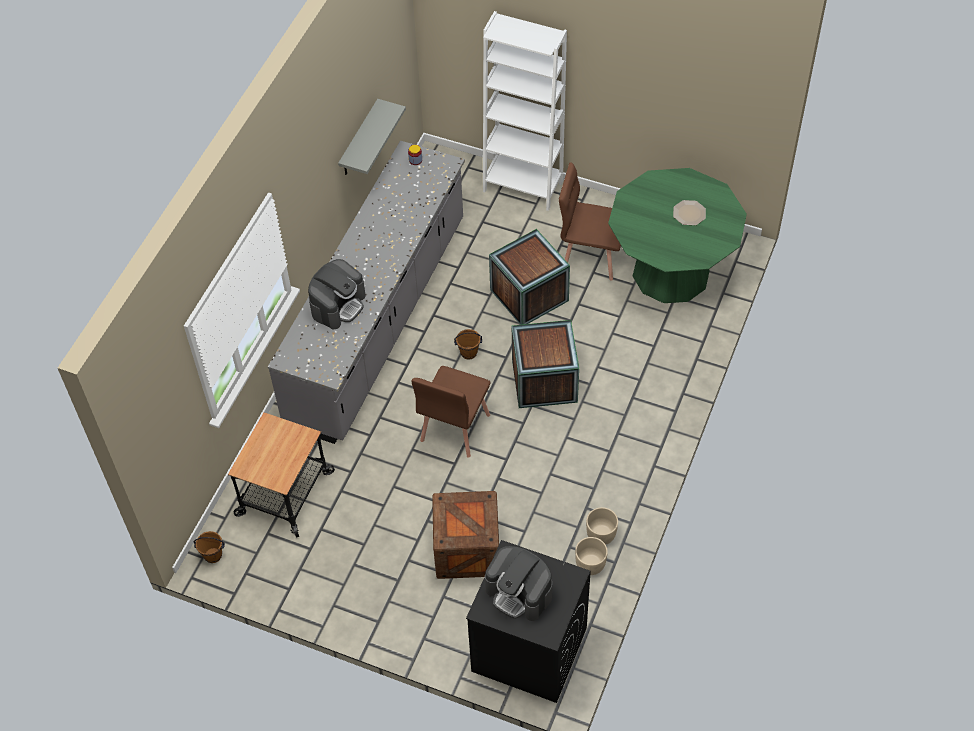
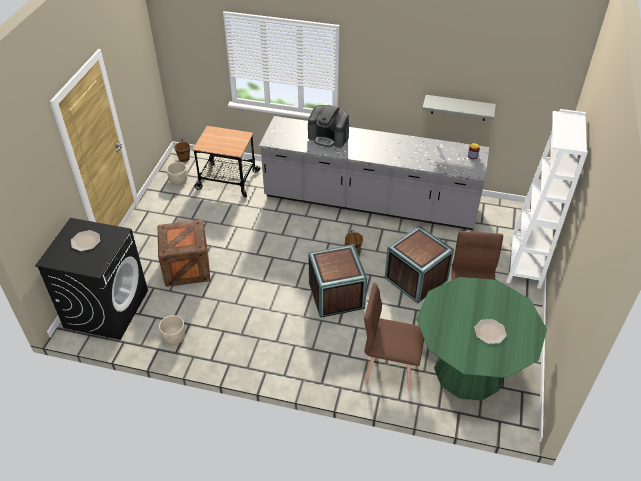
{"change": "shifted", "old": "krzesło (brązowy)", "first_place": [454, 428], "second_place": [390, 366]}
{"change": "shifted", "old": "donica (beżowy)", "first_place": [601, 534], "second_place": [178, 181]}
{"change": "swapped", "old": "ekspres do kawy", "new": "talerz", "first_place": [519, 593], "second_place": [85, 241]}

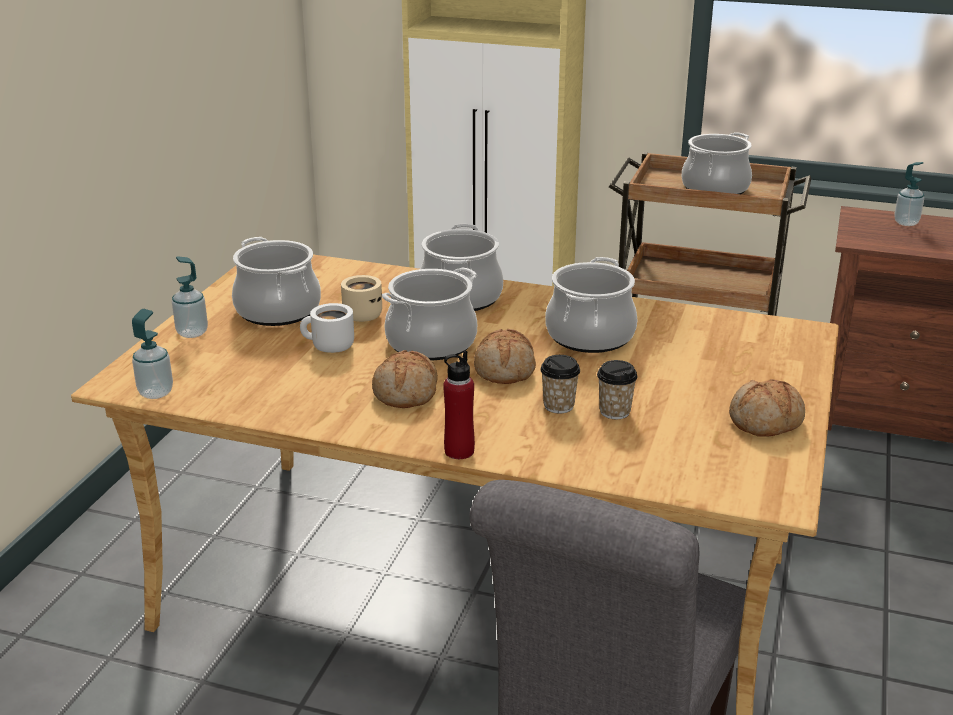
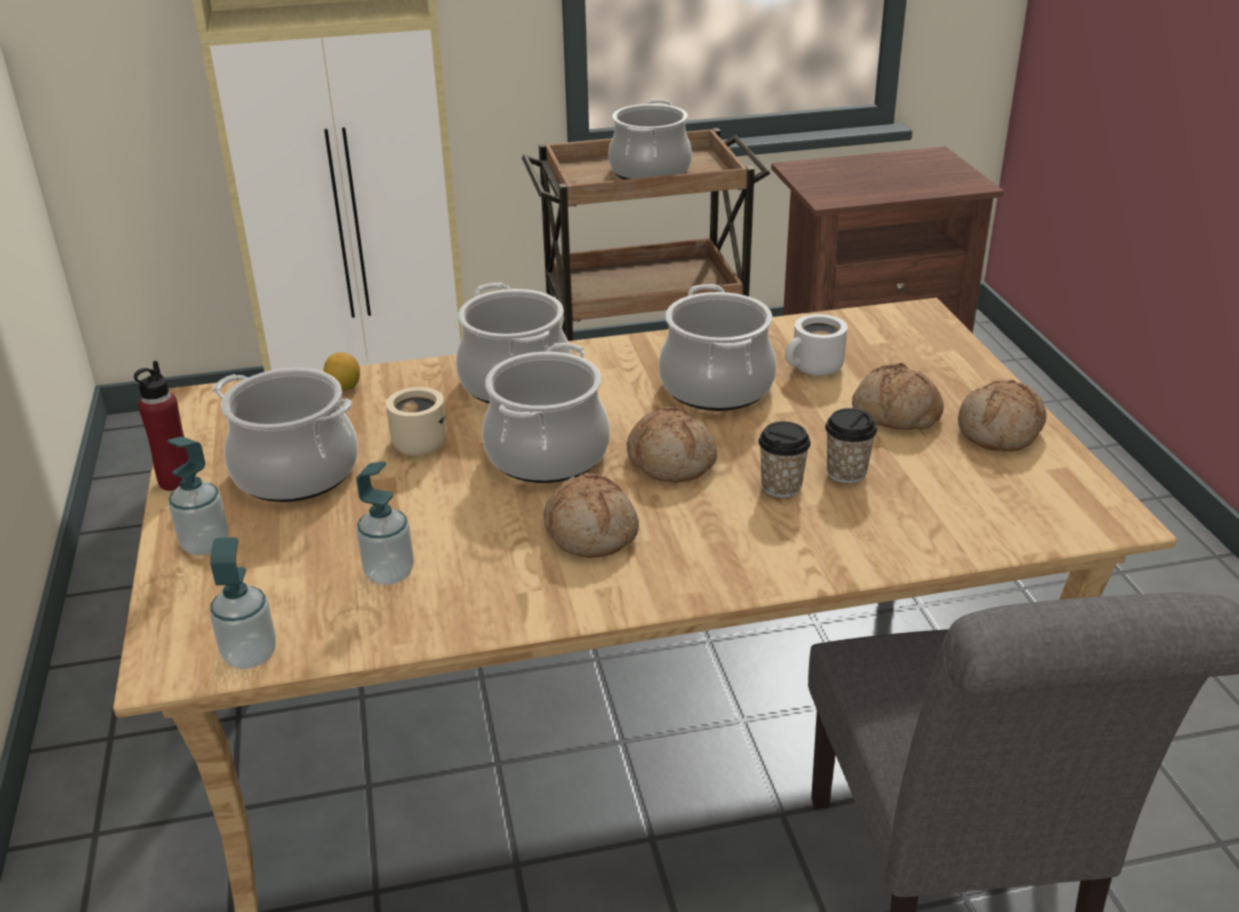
{"change": "shifted", "old": "dozownik mydła", "first_place": [906, 223], "second_place": [389, 573]}
{"change": "shifted", "old": "kubek (biały)", "first_place": [329, 347], "second_place": [815, 369]}
{"change": "shifted", "old": "butelka (czerwony)", "first_place": [459, 451], "second_place": [176, 481]}
{"change": "new", "new": "cytryna", "second_place": [344, 388]}
{"change": "new", "new": "chleb", "second_place": [895, 414]}

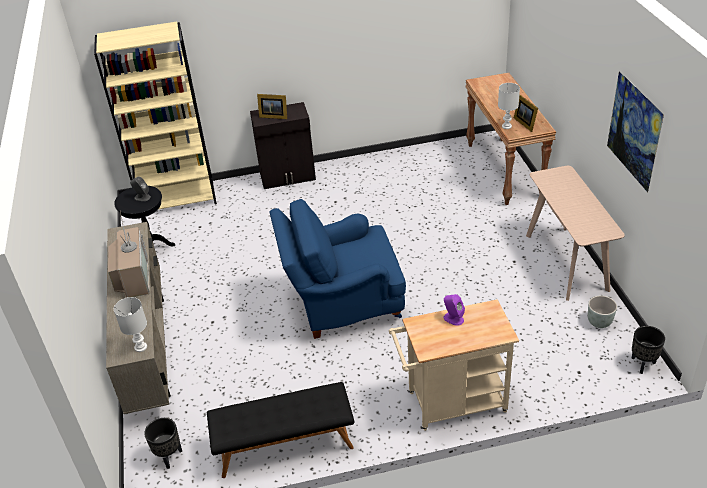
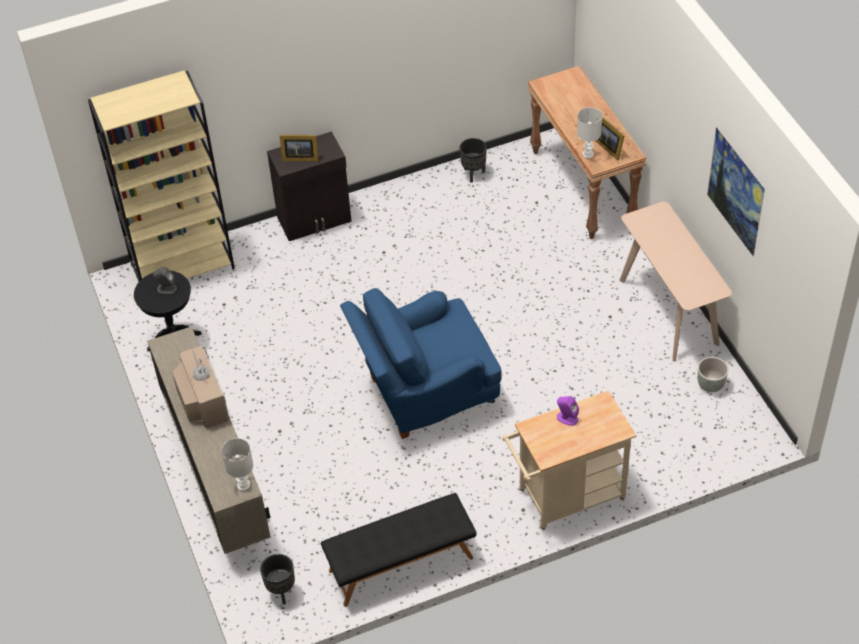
{"change": "shifted", "old": "donica (czarny)", "first_place": [643, 364], "second_place": [474, 174]}

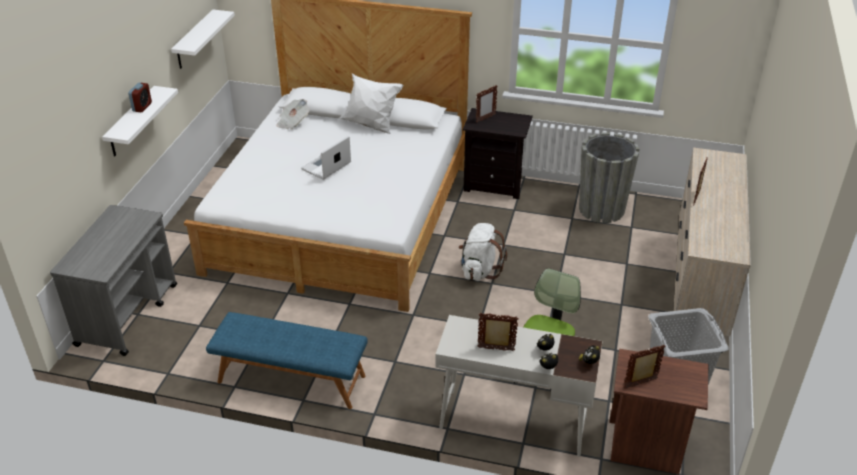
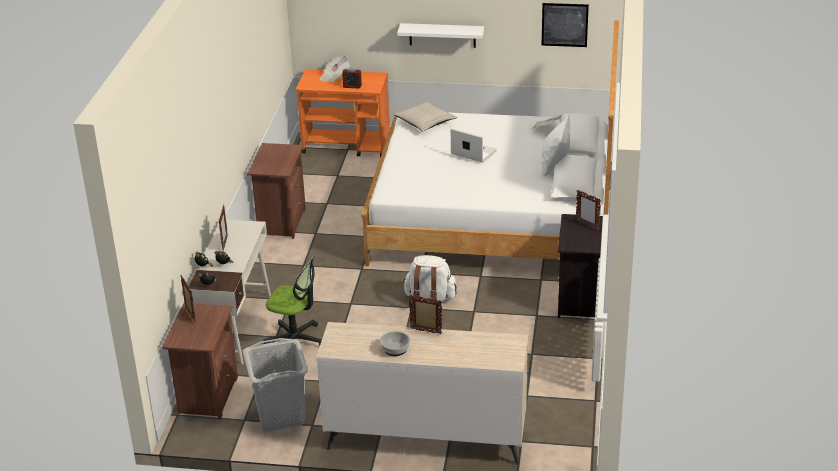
{"change": "swapped", "old": "półka (biały)", "new": "obraz", "first_place": [194, 40], "second_place": [564, 24]}
{"change": "shifted", "old": "budzik", "first_place": [142, 107], "second_place": [352, 86]}
{"change": "gone", "old": "donica (szary)", "first_place": [601, 209]}
{"change": "repainted", "old": "wózek (szary)", "new": "wózek (pomarańczowy)", "first_place": [128, 314], "second_place": [347, 145]}
{"change": "swapped", "old": "ławka (niebieski)", "new": "szafka nocna (brązowy)", "first_place": [291, 379], "second_place": [281, 222]}
{"change": "new", "new": "gazeta", "second_place": [335, 77]}
{"change": "new", "new": "poduszka (beżowy)", "second_place": [425, 122]}
{"change": "new", "new": "miska", "second_place": [395, 348]}

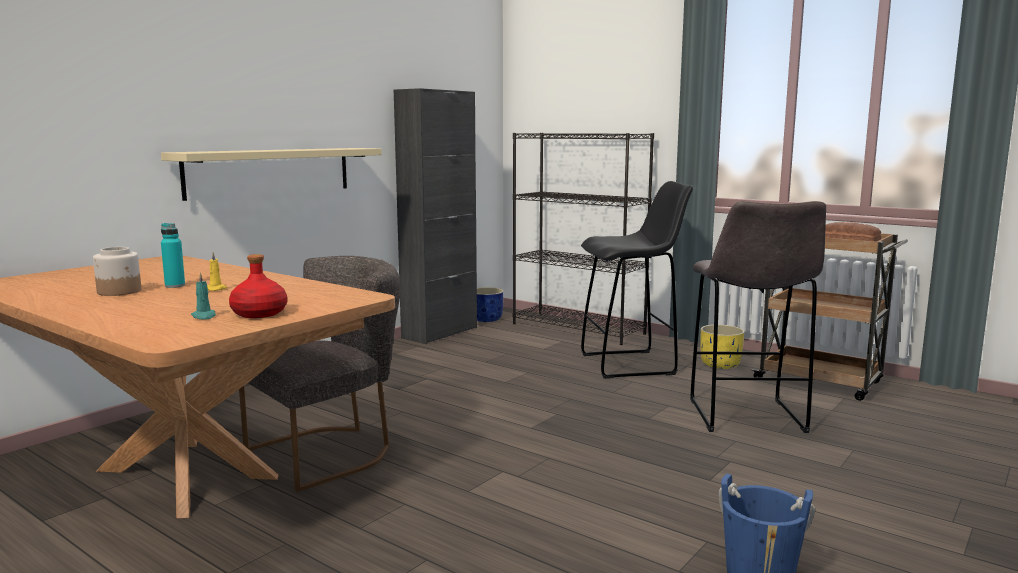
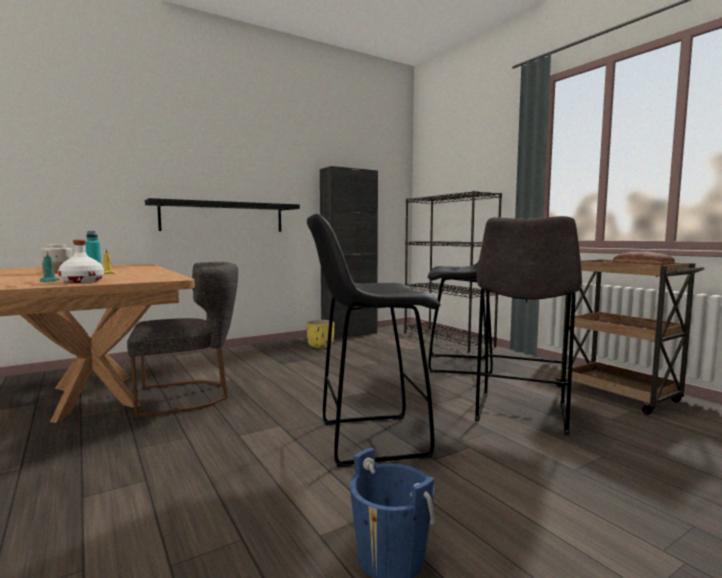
{"change": "repainted", "old": "półka (beżowy)", "new": "półka (czarny)", "first_place": [270, 172], "second_place": [223, 217]}
{"change": "repainted", "old": "butelka (czerwony)", "new": "butelka (biały)", "first_place": [260, 313], "second_place": [83, 281]}
{"change": "gone", "old": "donica (niebieski)", "first_place": [487, 319]}
{"change": "shifted", "old": "donica (żółty)", "first_place": [721, 365], "second_place": [321, 346]}
{"change": "new", "new": "stołek (czarny)", "second_place": [369, 439]}

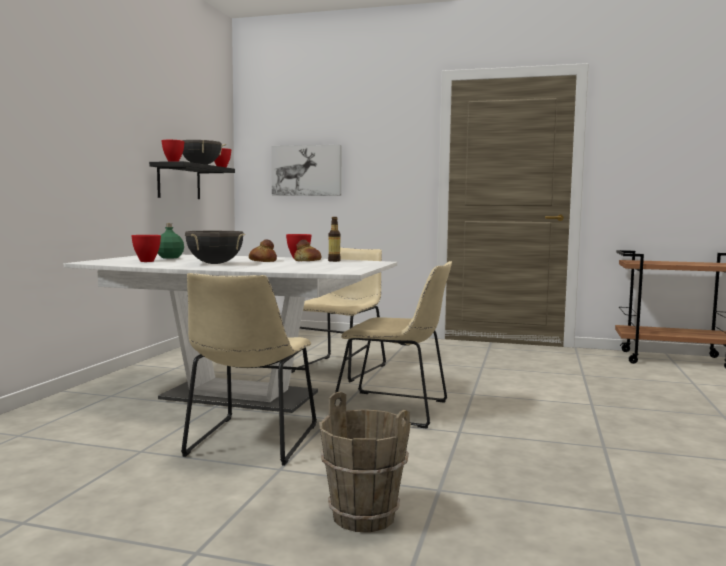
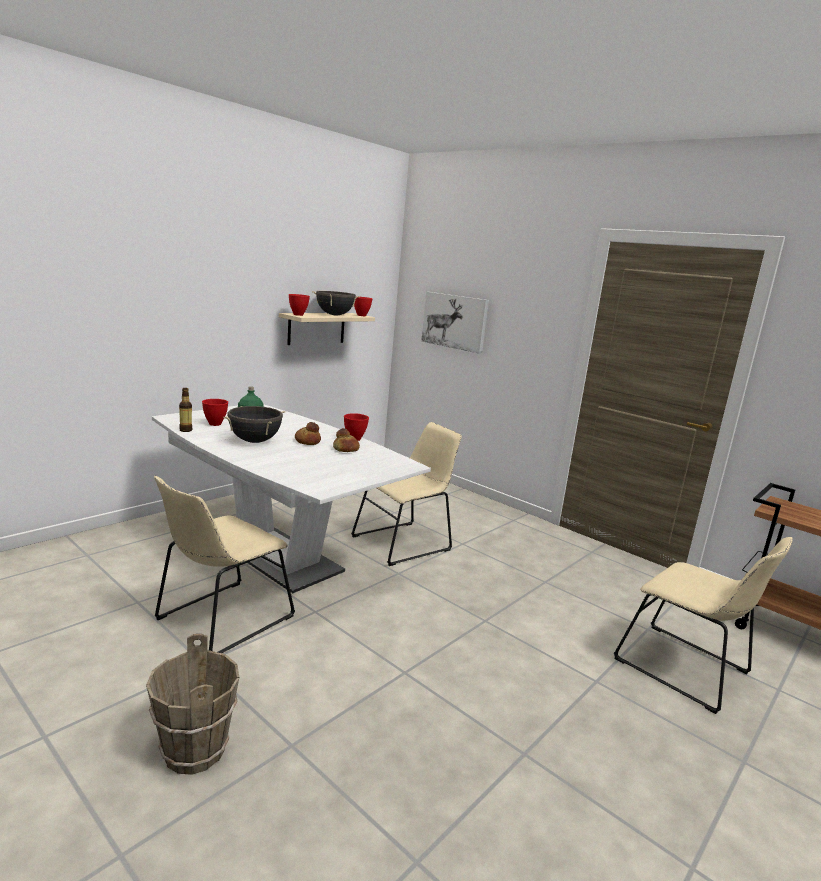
{"change": "repainted", "old": "półka (czarny)", "new": "półka (beżowy)", "first_place": [179, 182], "second_place": [316, 328]}
{"change": "shifted", "old": "butelka", "first_place": [334, 261], "second_place": [185, 430]}
{"change": "shifted", "old": "krzesło (beżowy)", "first_place": [396, 409], "second_place": [687, 669]}

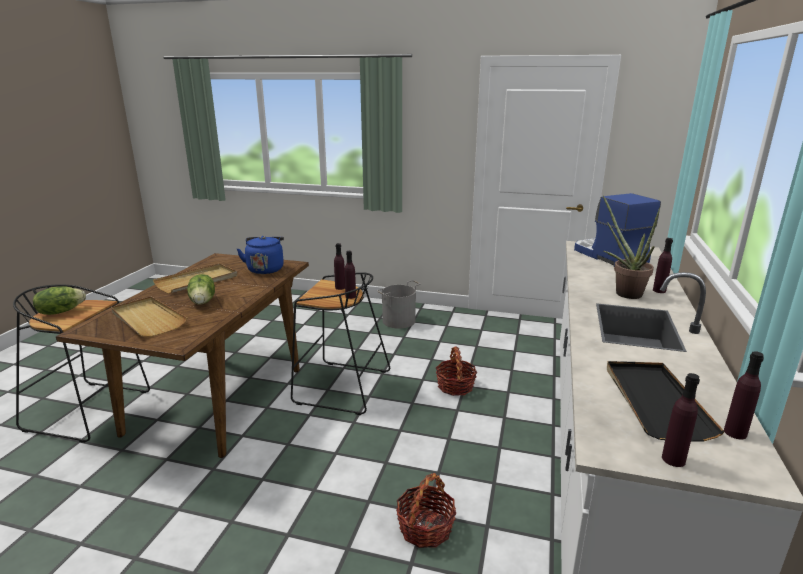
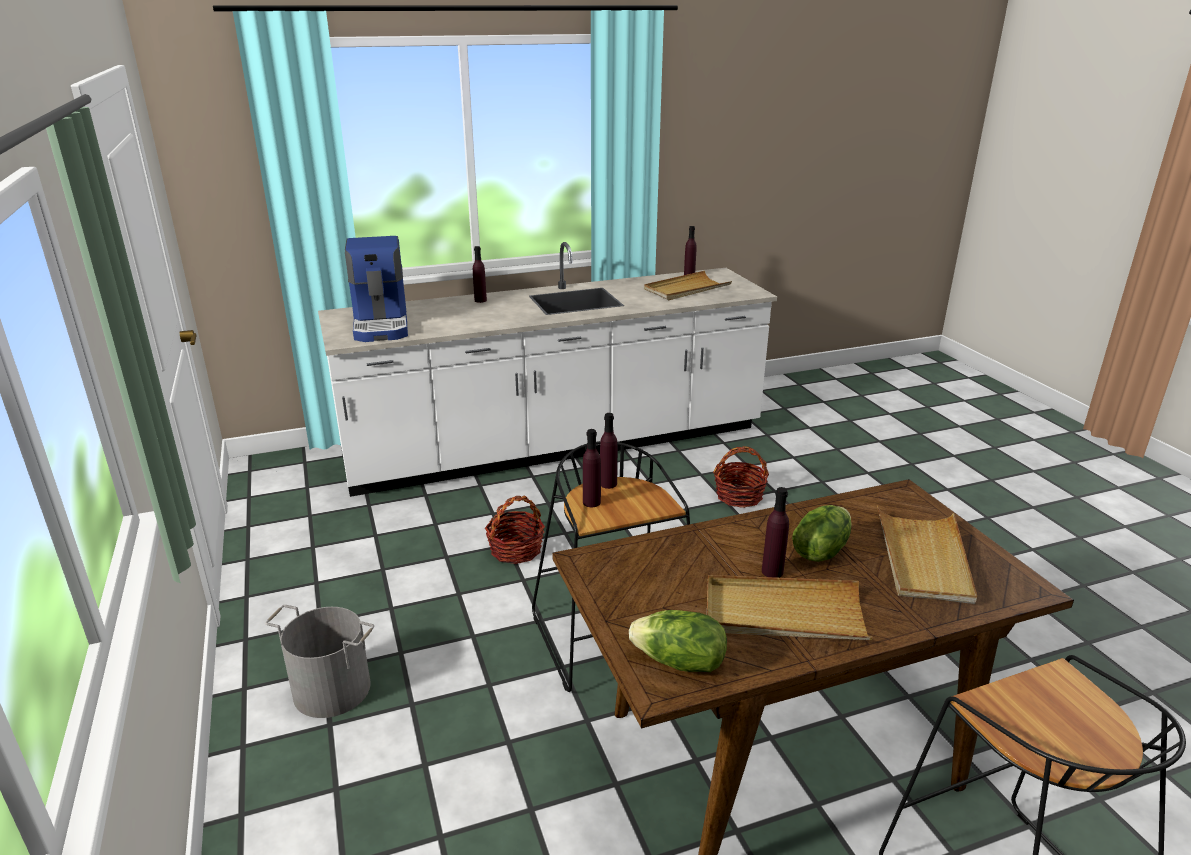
{"change": "rotated", "old": "ekspres do kawy", "first_place": [608, 256], "second_place": [382, 325], "degrees": -45}
{"change": "gone", "old": "roślina doniczkowa", "first_place": [623, 292]}
{"change": "gone", "old": "czajnik (niebieski)", "first_place": [265, 269]}
{"change": "shifted", "old": "sałata", "first_place": [60, 311], "second_place": [679, 662]}
{"change": "repainted", "old": "taca (czarny)", "new": "taca (beżowy)", "first_place": [654, 401], "second_place": [686, 289]}
{"change": "shifted", "old": "butelka (fioletowy)", "first_place": [673, 459], "second_place": [772, 571]}

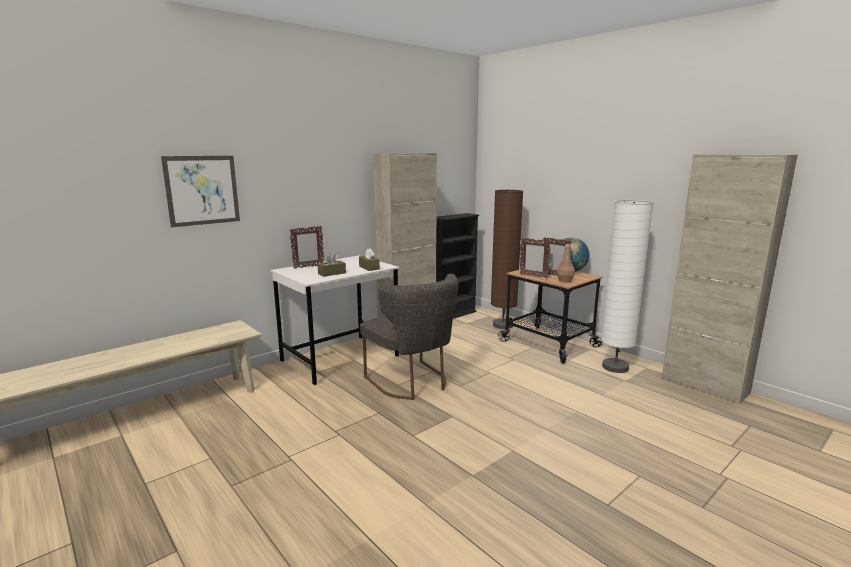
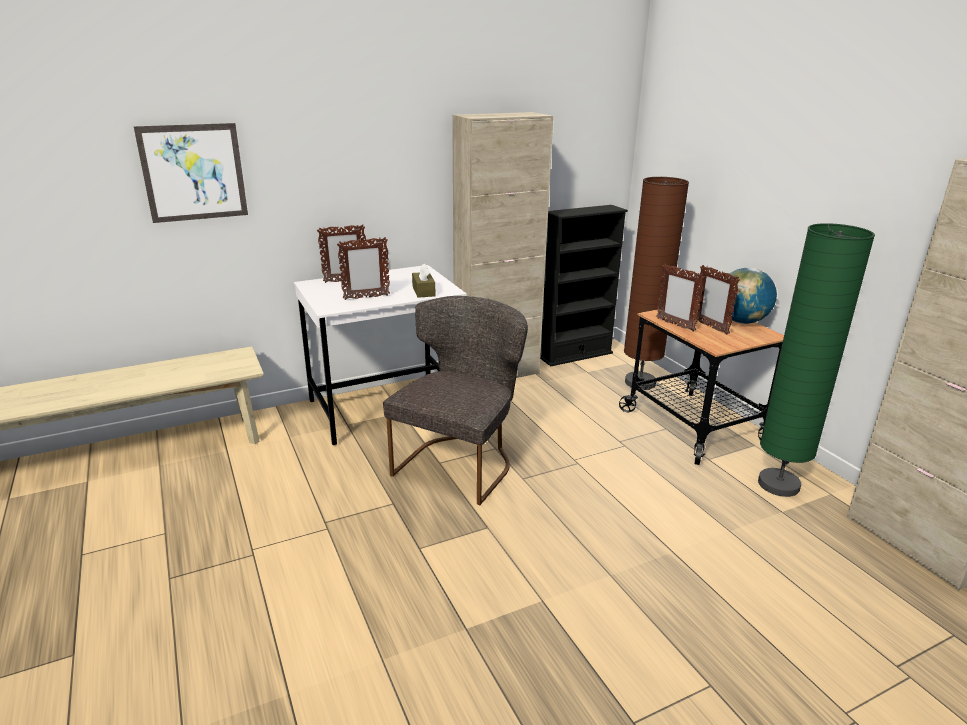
{"change": "repainted", "old": "lampa stojąca (biały)", "new": "lampa stojąca (zielony)", "first_place": [615, 367], "second_place": [778, 485]}
{"change": "gone", "old": "butelka (brązowy)", "first_place": [564, 281]}
{"change": "swapped", "old": "pudełko chusteczek (brązowy)", "new": "ramka na zdjęcie", "first_place": [332, 273], "second_place": [366, 297]}
{"change": "rotated", "old": "krzesło (szary)", "first_place": [412, 382], "second_place": [460, 462], "degrees": -135}

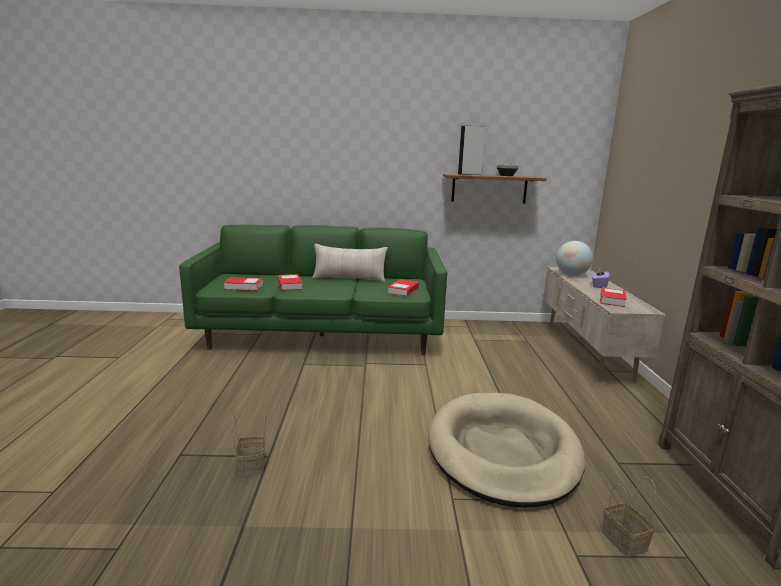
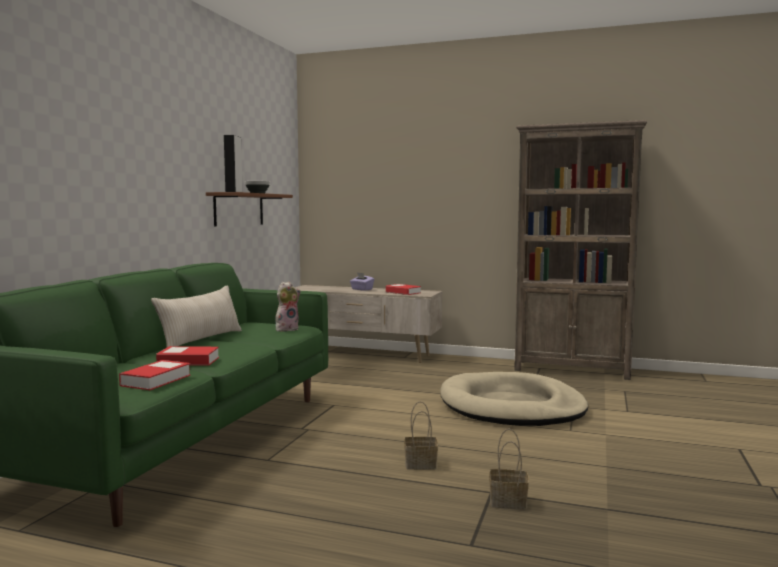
{"change": "gone", "old": "globus", "first_place": [571, 275]}
{"change": "swapped", "old": "książka", "new": "pluszak", "first_place": [403, 291], "second_place": [287, 329]}
{"change": "shifted", "old": "koszyk", "first_place": [622, 540], "second_place": [419, 464]}

